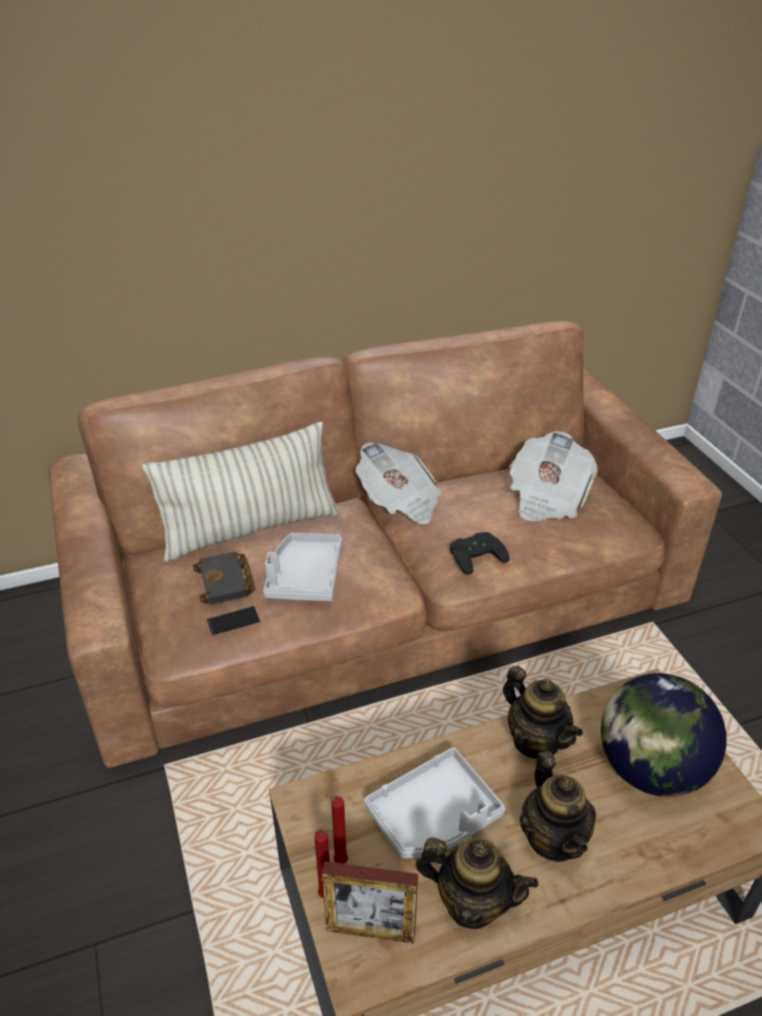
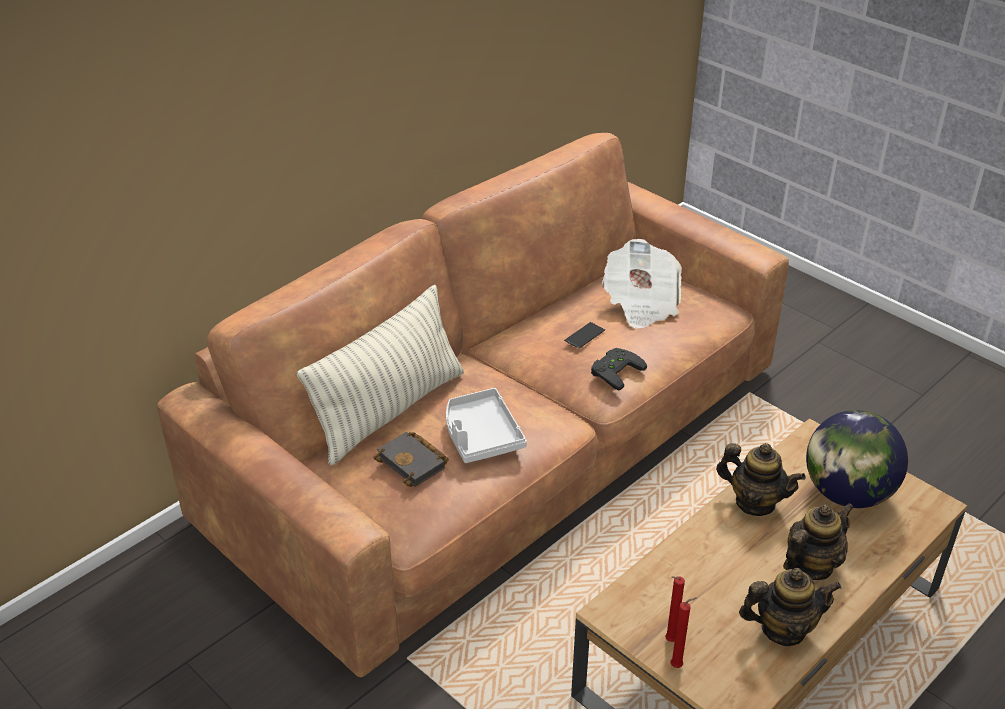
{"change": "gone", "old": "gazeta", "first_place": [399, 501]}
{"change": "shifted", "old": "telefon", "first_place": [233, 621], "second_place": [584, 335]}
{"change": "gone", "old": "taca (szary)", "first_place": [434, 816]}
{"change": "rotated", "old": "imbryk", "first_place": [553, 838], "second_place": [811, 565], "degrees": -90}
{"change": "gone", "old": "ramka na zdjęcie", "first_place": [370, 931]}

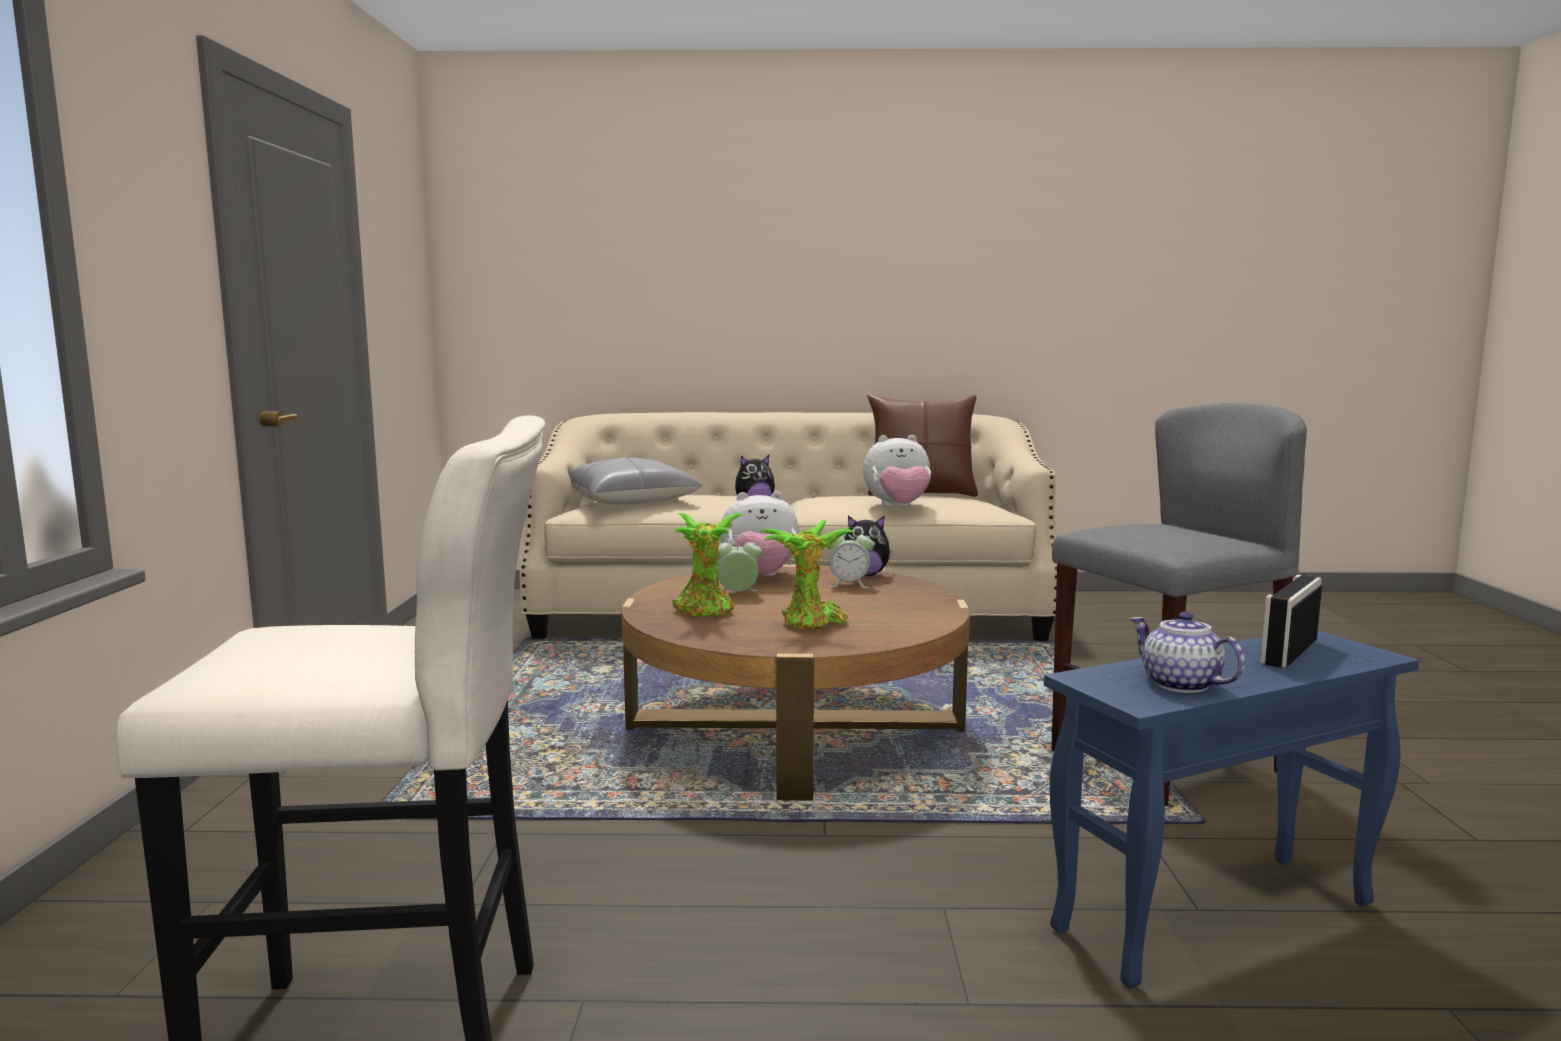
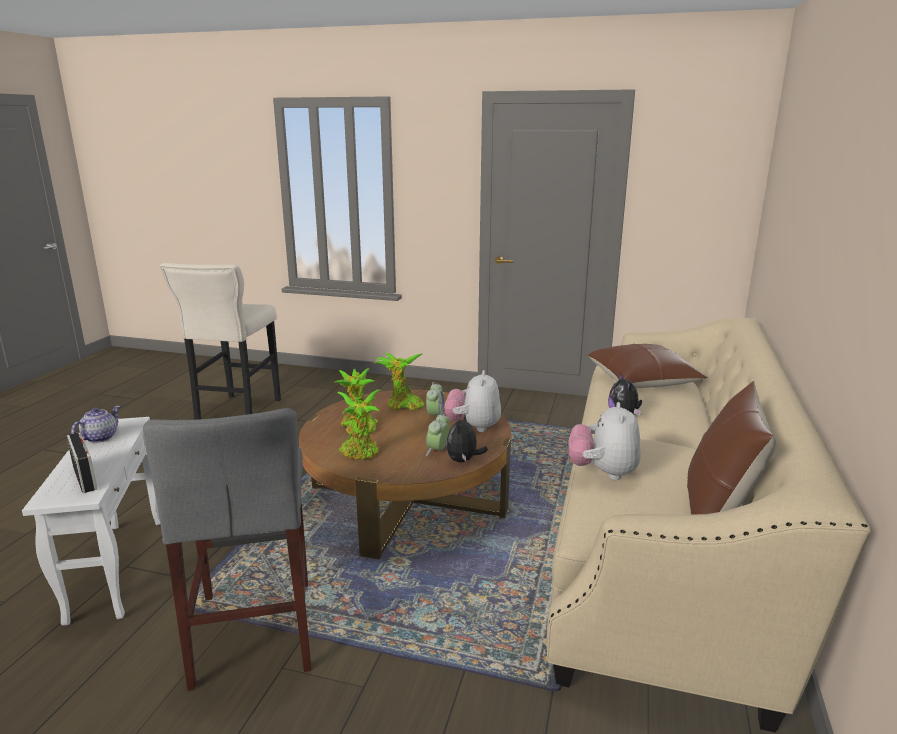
{"change": "repainted", "old": "poduszka (szary)", "new": "poduszka (brązowy)", "first_place": [630, 501], "second_place": [643, 380]}
{"change": "rotated", "old": "imbryk", "first_place": [1179, 684], "second_place": [100, 437], "degrees": -45}
{"change": "repainted", "old": "stolik (niebieski)", "new": "stolik (biały)", "first_place": [1215, 916], "second_place": [117, 568]}
{"change": "new", "new": "roślina doniczkowa", "second_place": [361, 453]}

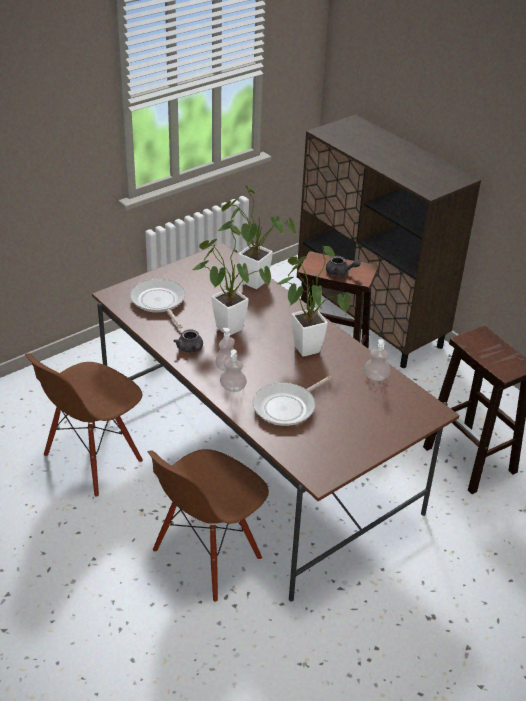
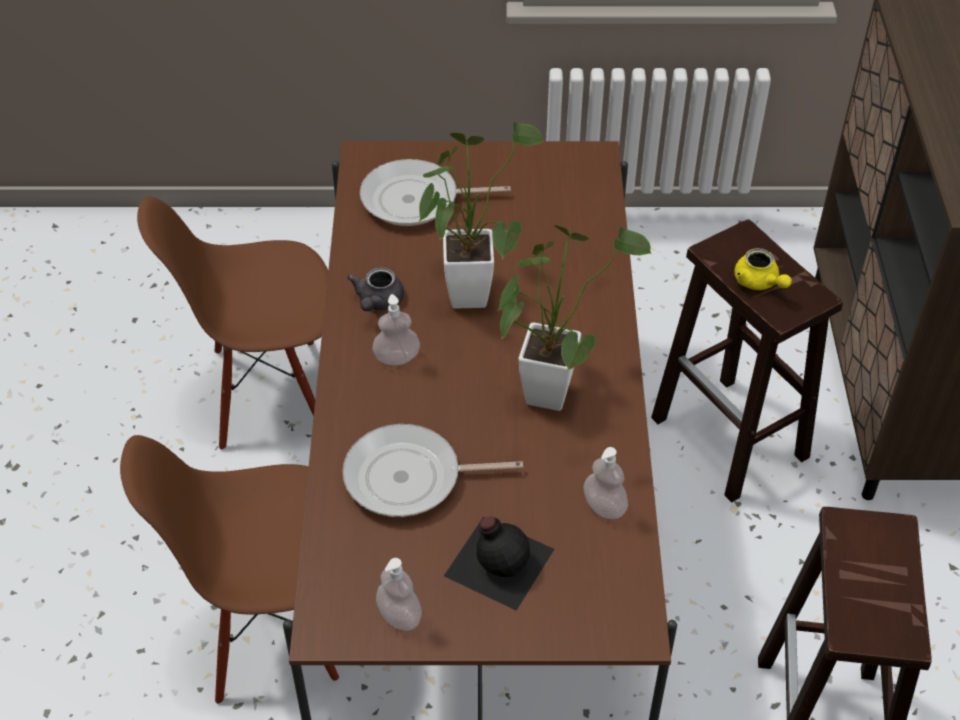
{"change": "gone", "old": "roślina doniczkowa", "first_place": [250, 280]}
{"change": "repainted", "old": "imbryk (szary)", "new": "imbryk (żółty)", "first_place": [340, 272], "second_place": [759, 282]}
{"change": "rotated", "old": "patelnia", "first_place": [159, 302], "second_place": [416, 200], "degrees": -105}
{"change": "shifted", "old": "dozownik mydła", "first_place": [233, 388], "second_place": [399, 616]}
{"change": "new", "new": "butelka (czarny)", "second_place": [498, 560]}

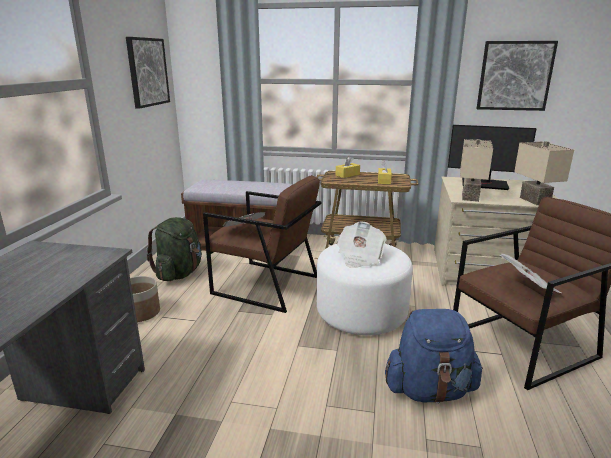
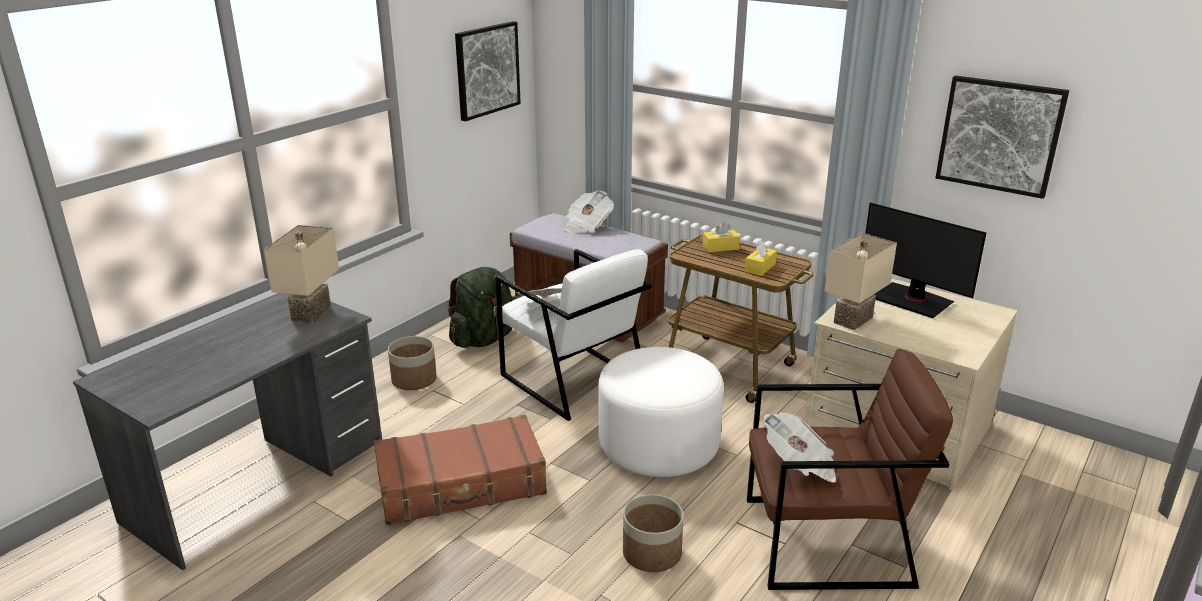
{"change": "shifted", "old": "lampa stołowa (beżowy)", "first_place": [533, 200], "second_place": [310, 313]}
{"change": "repainted", "old": "fotel (brązowy)", "new": "fotel (biały)", "first_place": [265, 285], "second_place": [572, 379]}
{"change": "shifted", "old": "gazeta", "first_place": [359, 257], "second_place": [587, 225]}
{"change": "swapped", "old": "plecak (niebieski)", "new": "donica", "first_place": [429, 390], "second_place": [652, 553]}
{"change": "new", "new": "walizka (brązowy)", "second_place": [461, 485]}

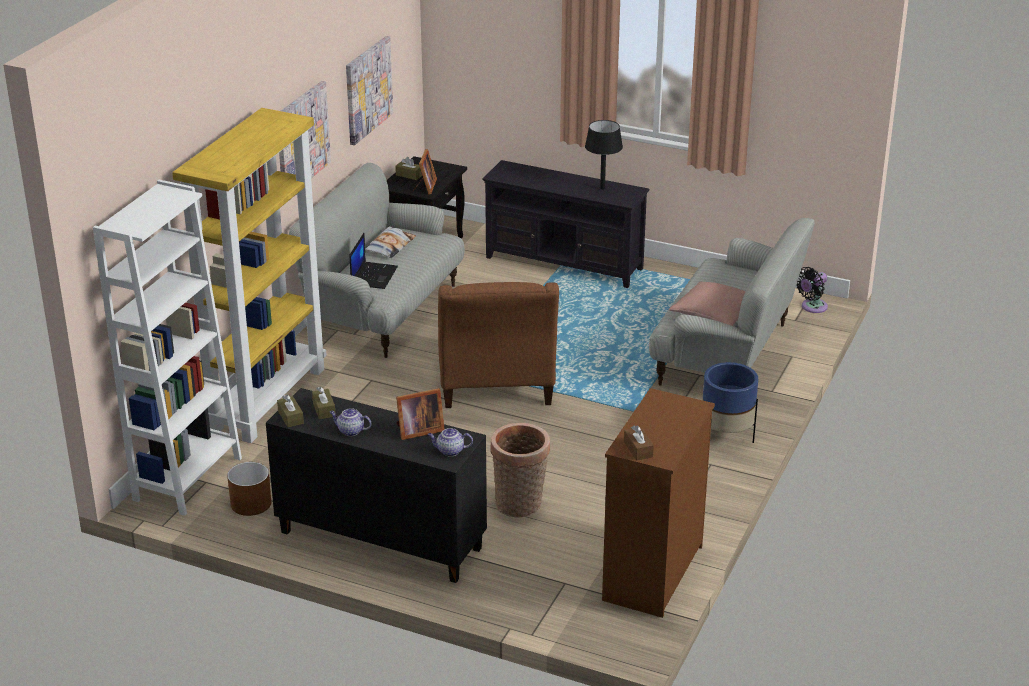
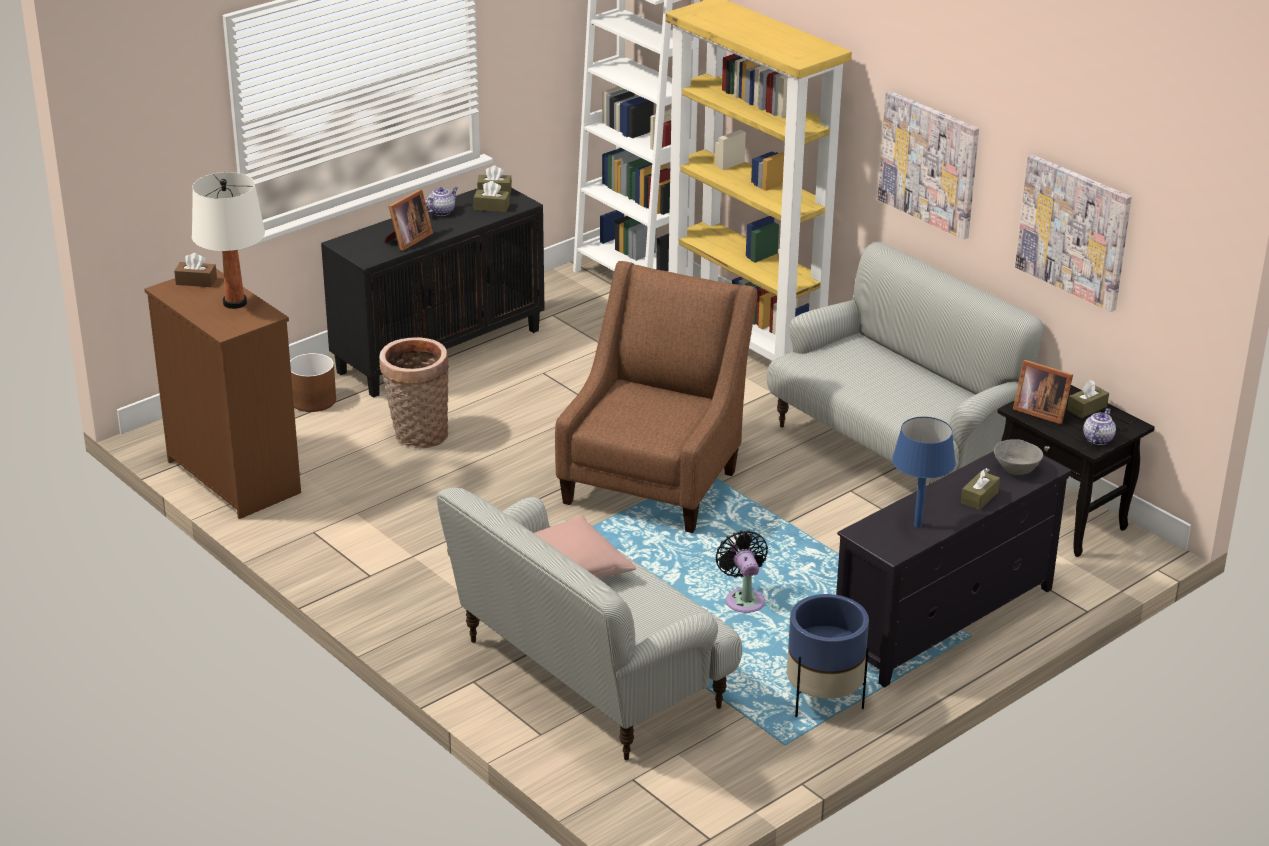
{"change": "repainted", "old": "lampa stołowa (czarny)", "new": "lampa stołowa (niebieski)", "first_place": [602, 188], "second_place": [917, 525]}
{"change": "gone", "old": "poduszka", "first_place": [390, 246]}
{"change": "gone", "old": "laptop", "first_place": [373, 275]}
{"change": "shifted", "old": "wentylator (czarny)", "first_place": [812, 307], "second_place": [744, 599]}
{"change": "rotated", "old": "fotel (brązowy)", "first_place": [496, 387], "second_place": [655, 480], "degrees": 90}
{"change": "shifted", "old": "donica (niebieski)", "first_place": [726, 437], "second_place": [823, 700]}
{"change": "rotated", "old": "ramka na zdjęcie", "first_place": [418, 430], "second_place": [407, 240], "degrees": -150}
{"change": "shifted", "old": "imbryk", "first_place": [449, 451], "second_place": [1097, 439]}
{"change": "shifted", "old": "donica (brązowy)", "first_place": [250, 503], "second_place": [313, 400]}
{"change": "new", "new": "lampa stołowa (biały)", "second_place": [235, 303]}
{"change": "new", "new": "miska (szary)", "second_place": [1016, 469]}
{"change": "new", "new": "pudełko chusteczek (brązowy)", "second_place": [979, 497]}

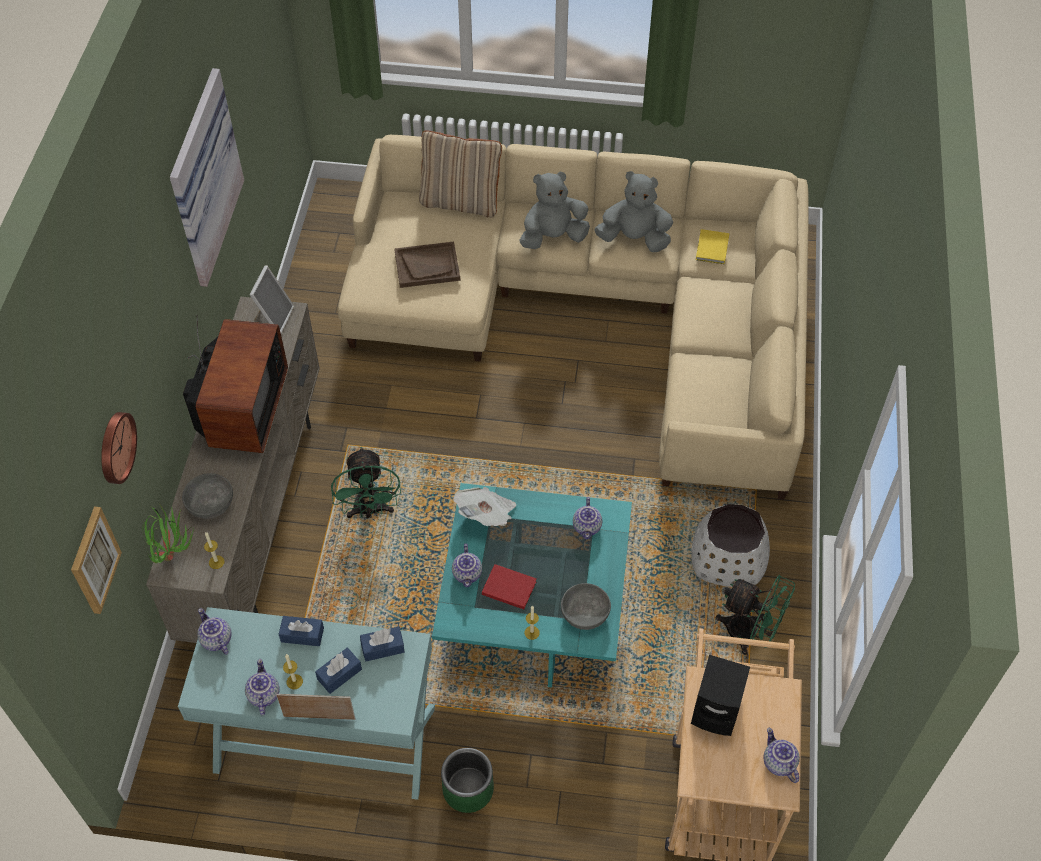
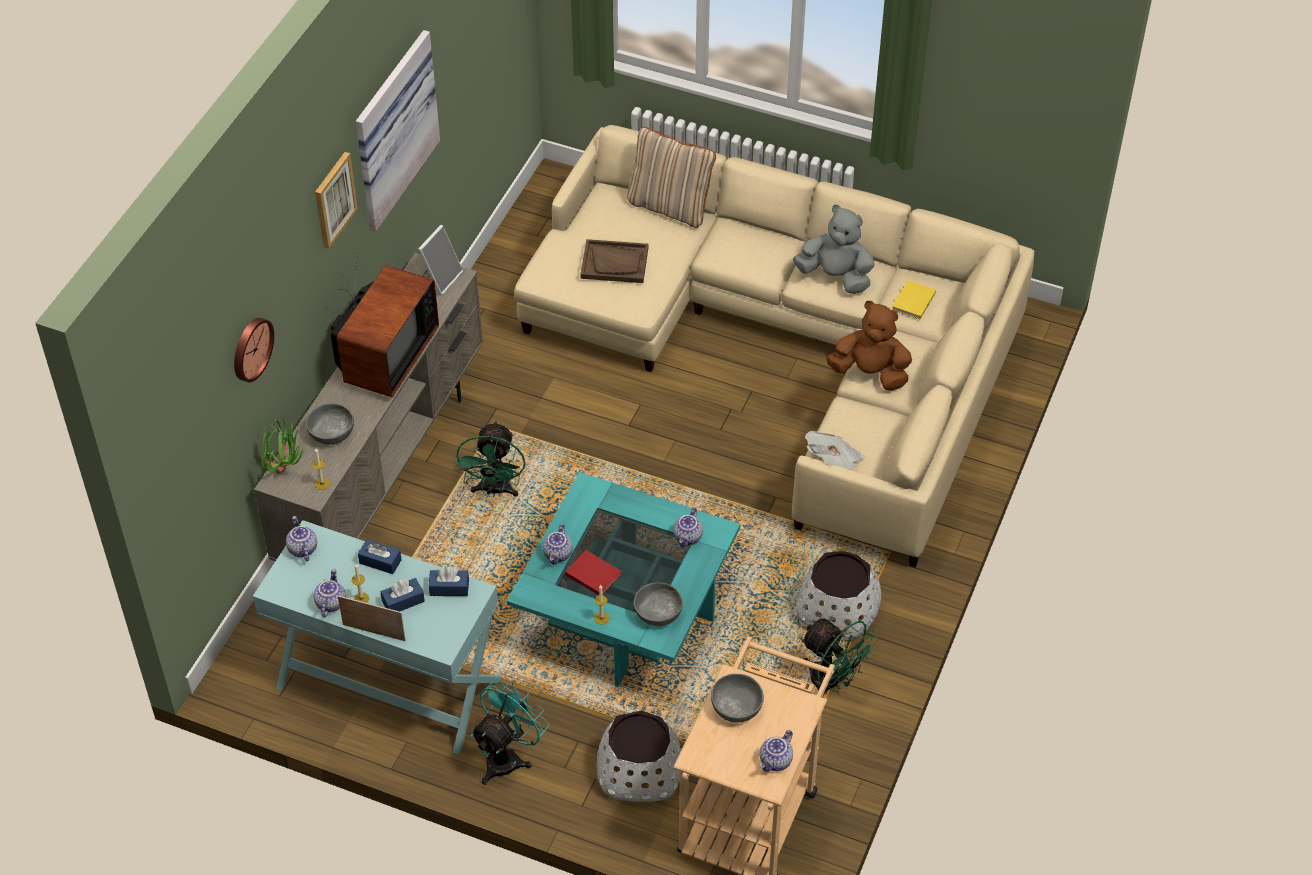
{"change": "gone", "old": "pluszak (szary)", "first_place": [553, 237]}
{"change": "shifted", "old": "gazeta", "first_place": [486, 515], "second_place": [834, 461]}
{"change": "shifted", "old": "obraz", "first_place": [94, 560], "second_place": [334, 199]}
{"change": "swapped", "old": "głośnik (czarny)", "new": "miska (szary)", "first_place": [718, 711], "second_place": [737, 707]}
{"change": "rotated", "old": "imbryk", "first_place": [778, 763], "second_place": [776, 761], "degrees": -135}
{"change": "swapped", "old": "donica (zielony)", "new": "wentylator (turkusowy)", "first_place": [467, 789], "second_place": [508, 756]}
{"change": "new", "new": "pluszak (brązowy)", "second_place": [870, 373]}
{"change": "new", "new": "donica (biały)", "second_place": [639, 770]}

